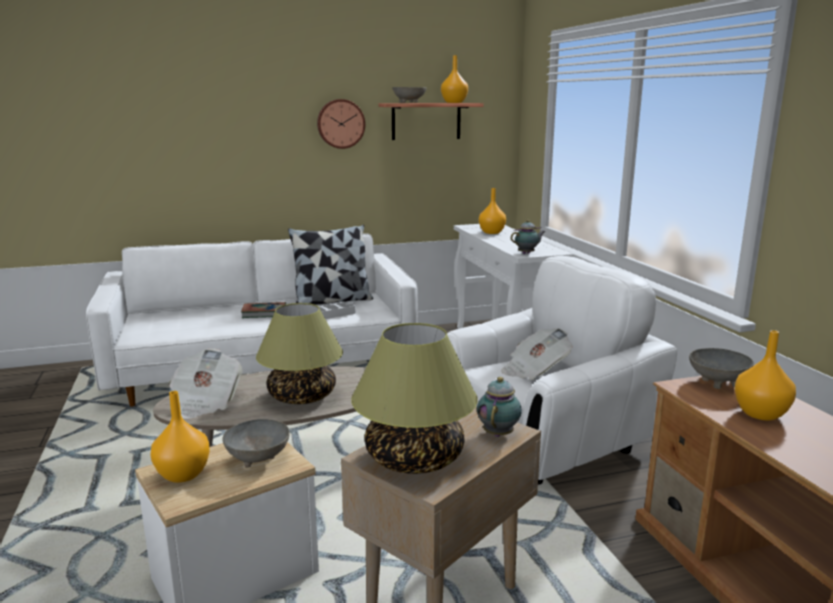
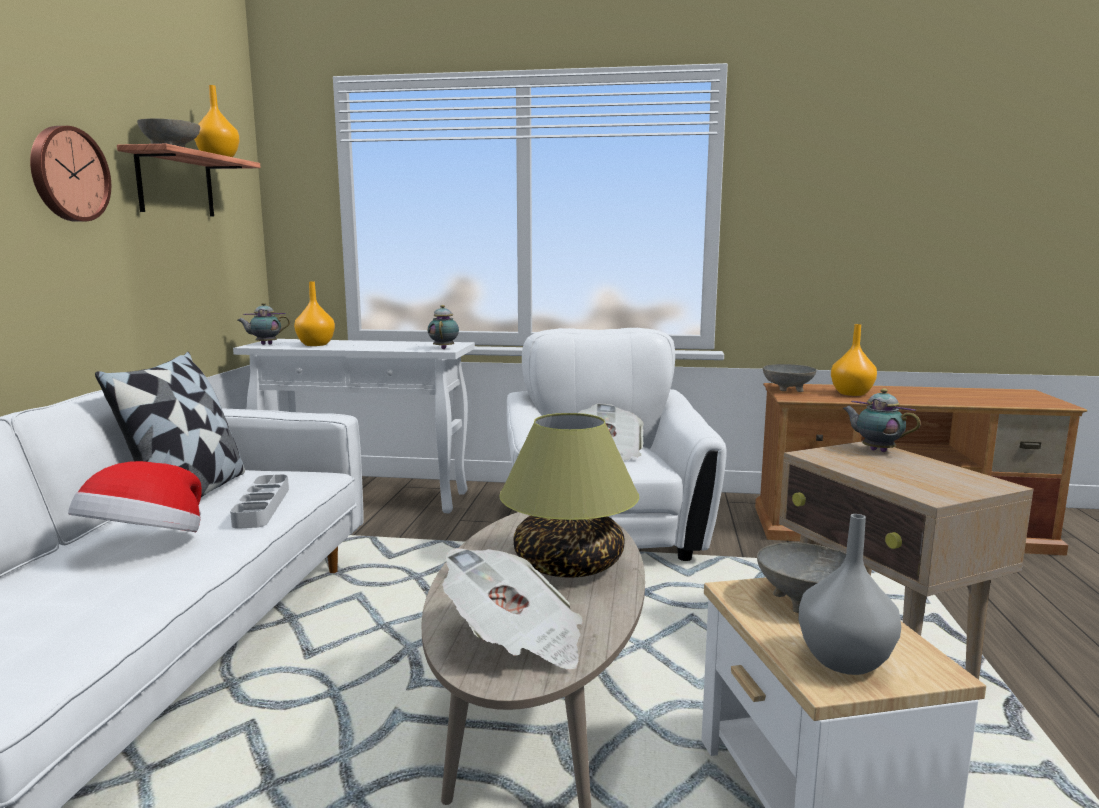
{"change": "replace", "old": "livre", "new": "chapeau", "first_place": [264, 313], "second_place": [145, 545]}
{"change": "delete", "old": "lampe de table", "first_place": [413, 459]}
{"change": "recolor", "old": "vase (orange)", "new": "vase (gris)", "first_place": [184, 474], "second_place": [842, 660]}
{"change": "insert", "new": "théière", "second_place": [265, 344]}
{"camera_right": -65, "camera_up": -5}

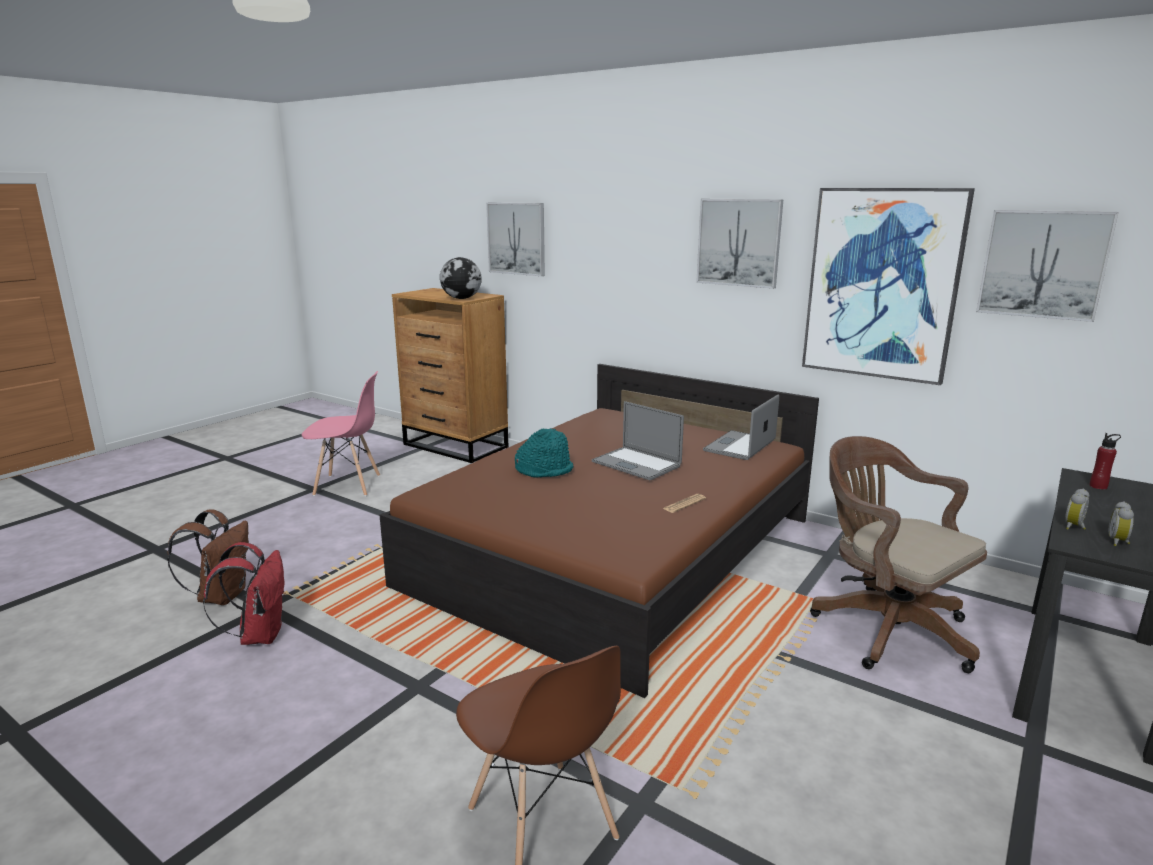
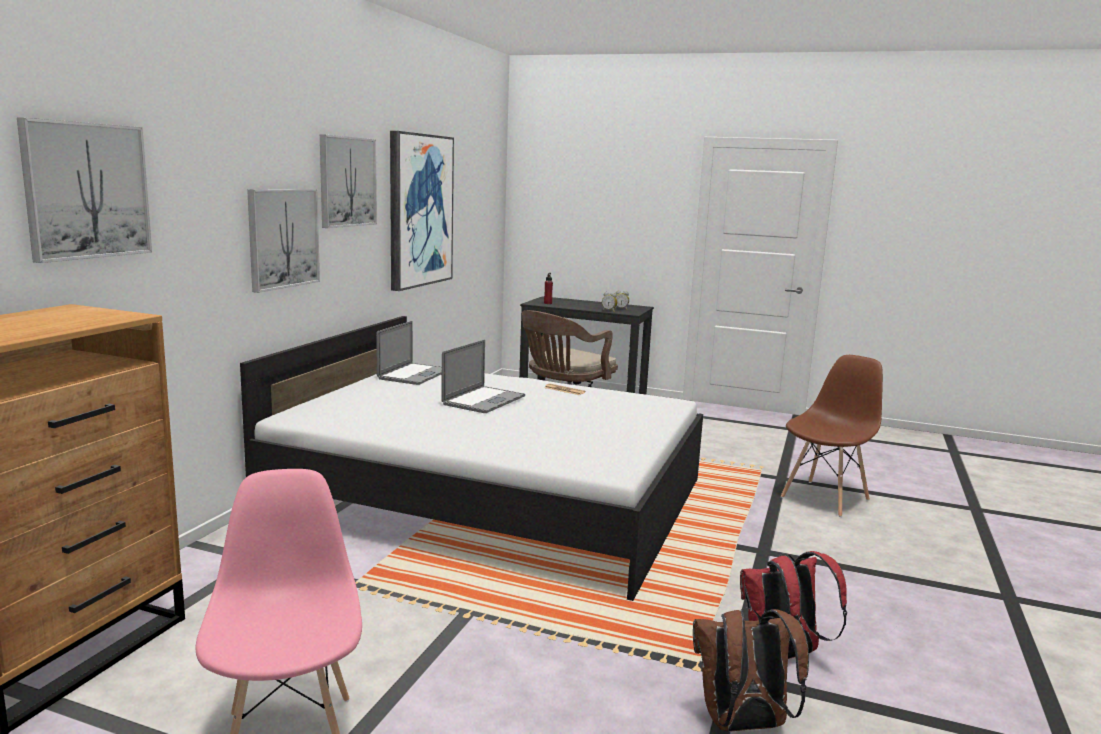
{"change": "move", "old": "tableau", "first_place": [1043, 264], "second_place": [283, 238]}
{"change": "delete", "old": "globe", "first_place": [461, 298]}
{"change": "recolor", "old": "lit (marron)", "new": "lit (blanc)", "first_place": [614, 551], "second_place": [490, 496]}
{"change": "rotate", "old": "ordinateur portable", "first_place": [740, 446], "second_place": [414, 374], "degrees": -90}
{"change": "delete", "old": "chapeau (turquoise)", "first_place": [544, 470]}
{"camera_right": -105, "camera_up": -5}

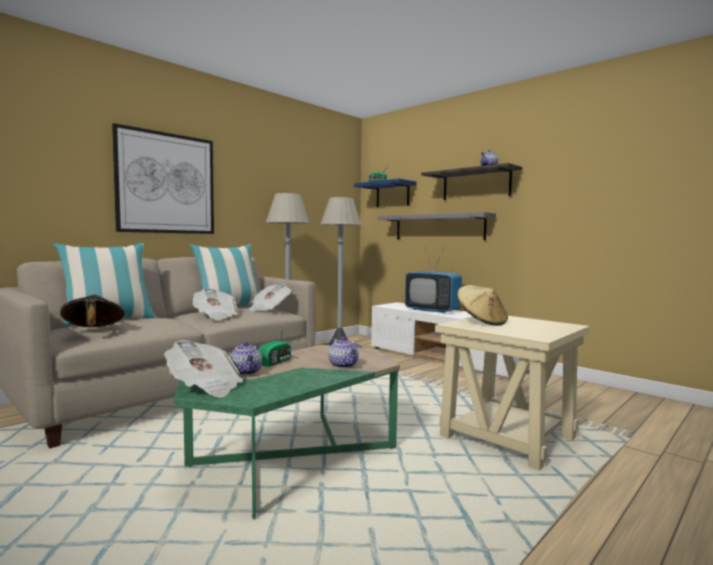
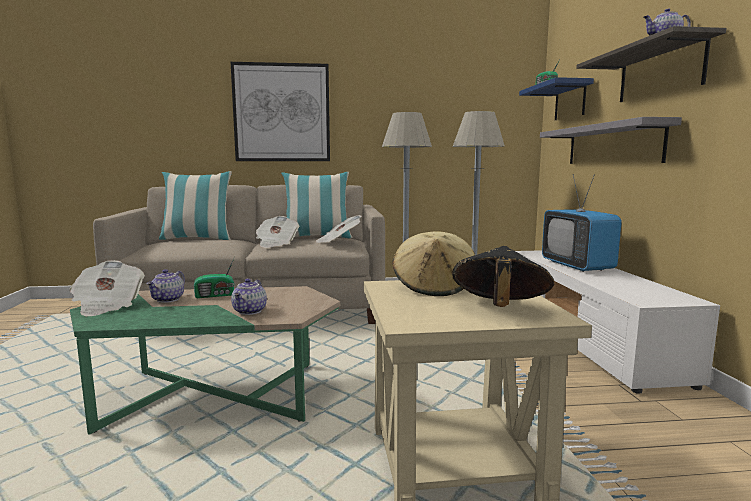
{"change": "move", "old": "chapeau (noir)", "first_place": [93, 330], "second_place": [499, 309]}
{"camera_right": 40, "camera_up": 5}

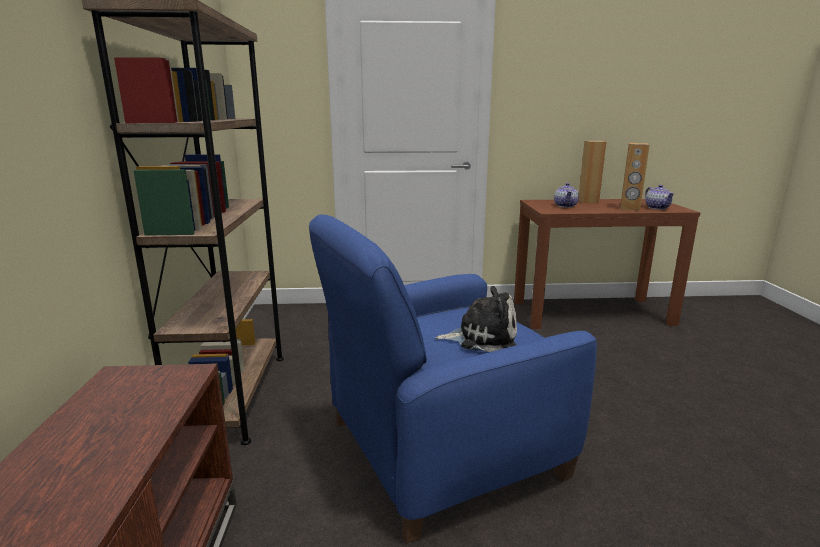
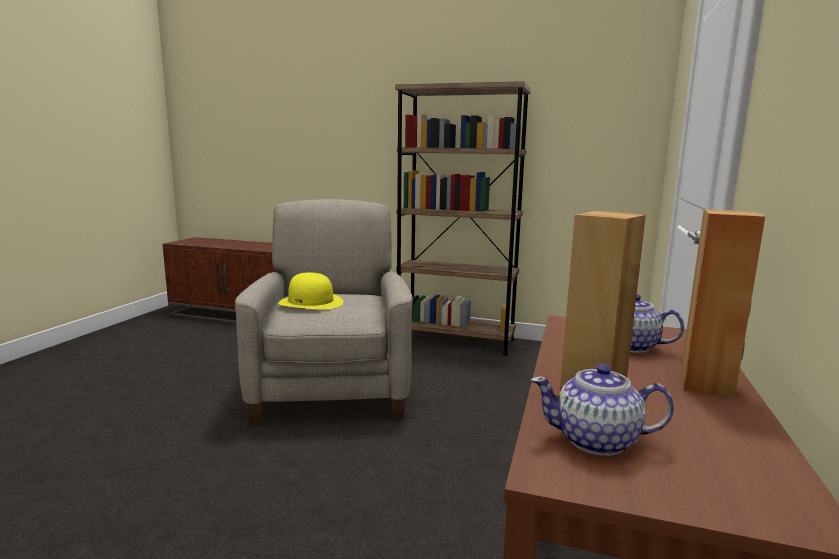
{"change": "recolor", "old": "fauteuil (bleu)", "new": "fauteuil (beige)", "first_place": [441, 449], "second_place": [332, 388]}
{"change": "replace", "old": "peluche", "new": "chapeau (jaune)", "first_place": [482, 337], "second_place": [311, 302]}
{"camera_right": 110, "camera_up": -5}

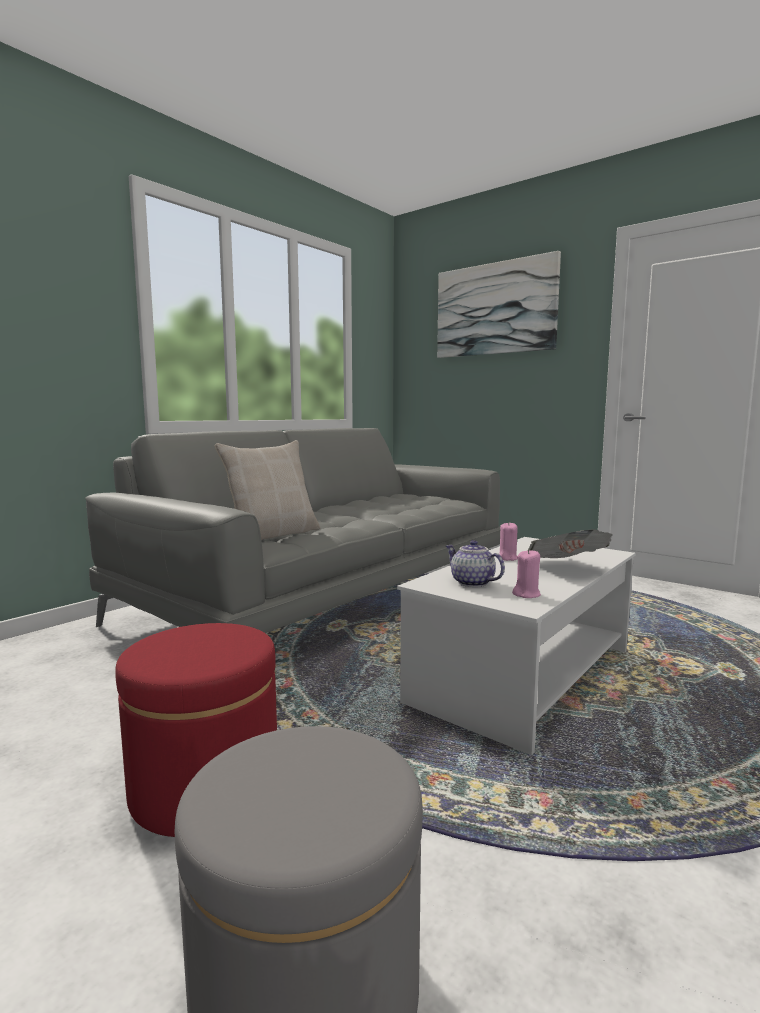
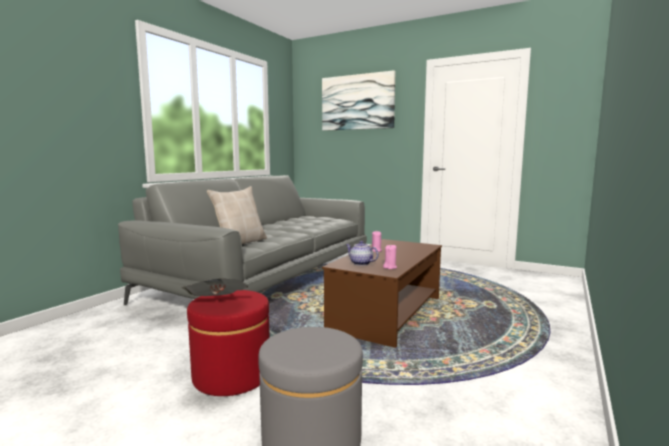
{"change": "move", "old": "journal", "first_place": [566, 568], "second_place": [217, 305]}
{"change": "recolor", "old": "table basse (blanc)", "new": "table basse (marron)", "first_place": [525, 675], "second_place": [387, 313]}
{"camera_right": -10, "camera_up": 0}

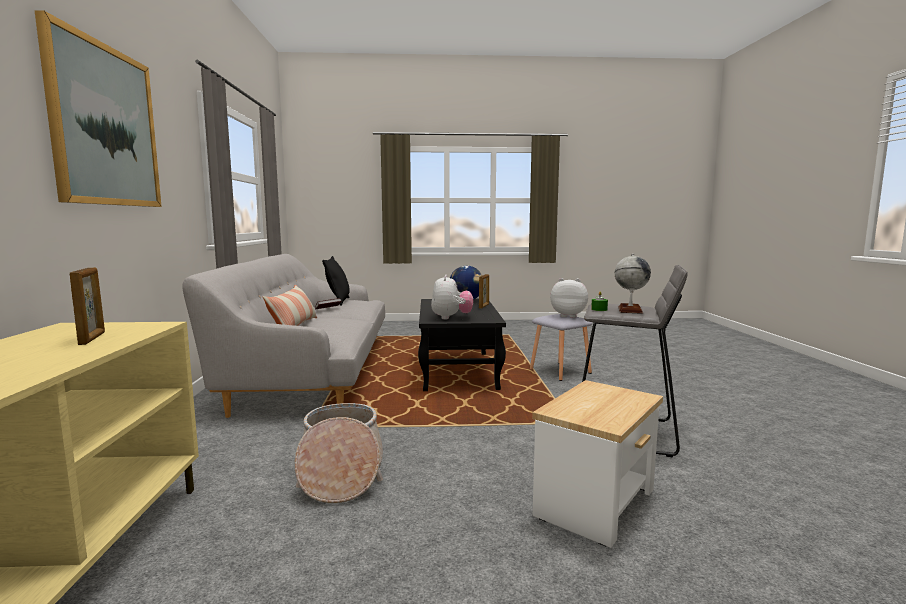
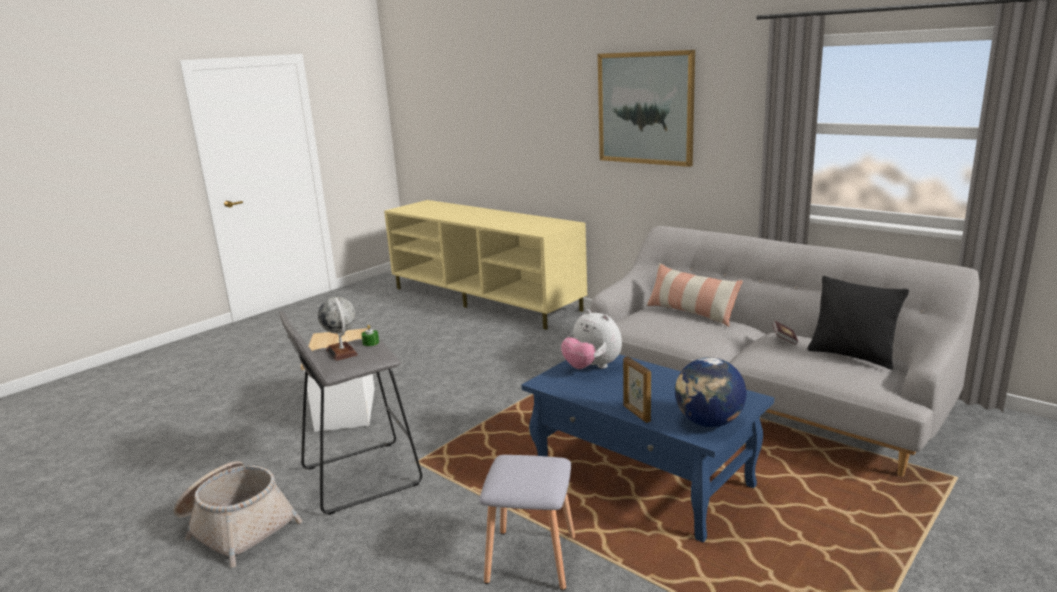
{"change": "delete", "old": "cadre photo", "first_place": [92, 338]}
{"change": "delete", "old": "peluche", "first_place": [568, 316]}
{"change": "recolor", "old": "table basse (noir)", "new": "table basse (bleu)", "first_place": [457, 370], "second_place": [644, 478]}
{"change": "move", "old": "panier", "first_place": [341, 472], "second_place": [236, 526]}
{"camera_right": 135, "camera_up": 10}

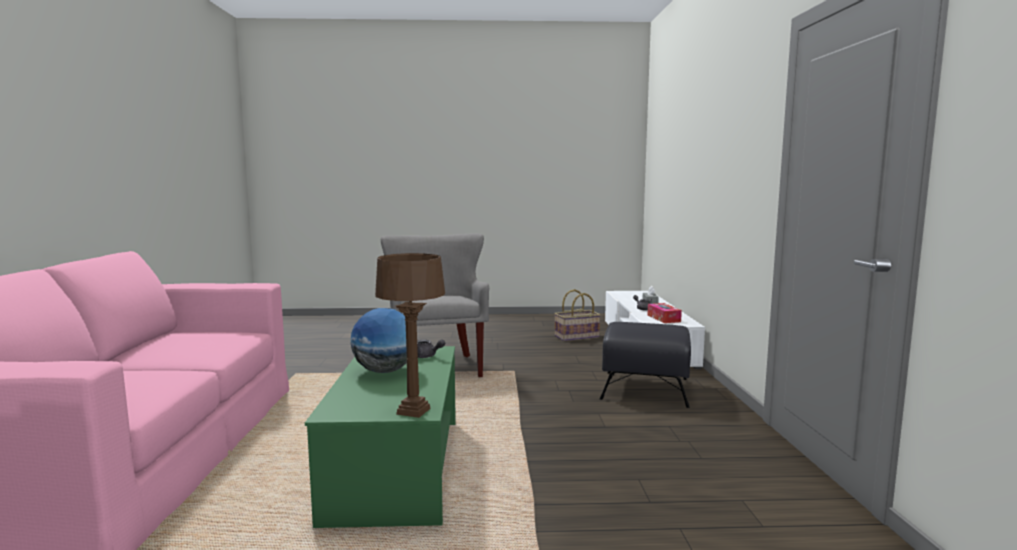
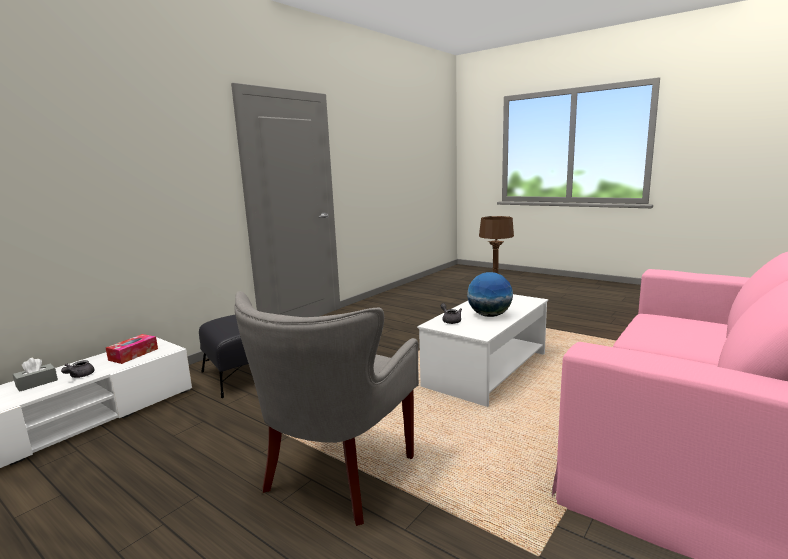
{"change": "delete", "old": "panier", "first_place": [576, 337]}
{"change": "recolor", "old": "table basse (vert)", "new": "table basse (blanc)", "first_place": [397, 467], "second_place": [486, 370]}
{"camera_right": -140, "camera_up": 5}

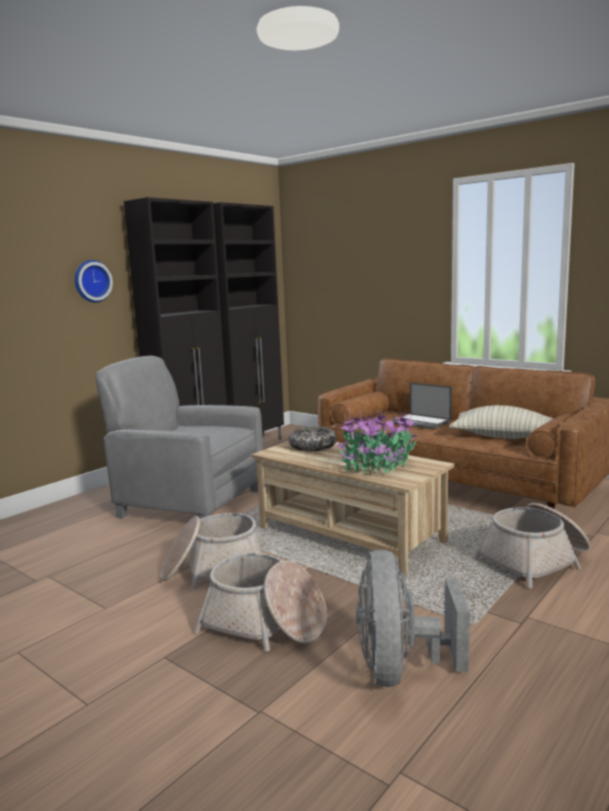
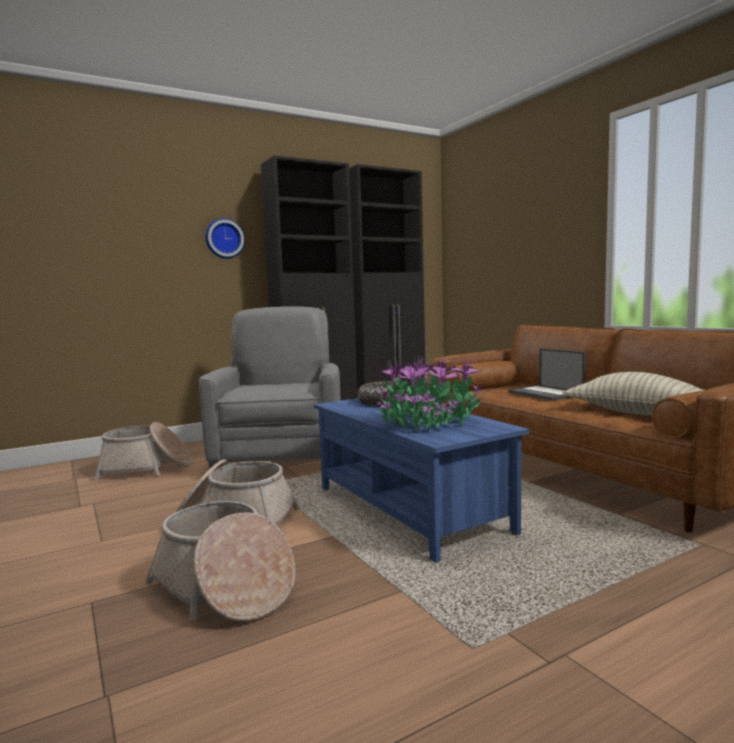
{"change": "rotate", "old": "fauteuil (gris)", "first_place": [189, 503], "second_place": [280, 458], "degrees": 45}
{"change": "recolor", "old": "table basse (beige)", "new": "table basse (bleu)", "first_place": [350, 535], "second_place": [410, 509]}
{"change": "move", "old": "panier", "first_place": [535, 561], "second_place": [146, 469]}
{"change": "delete", "old": "ventilateur (gris)", "first_place": [400, 669]}
{"camera_right": 20, "camera_up": -5}

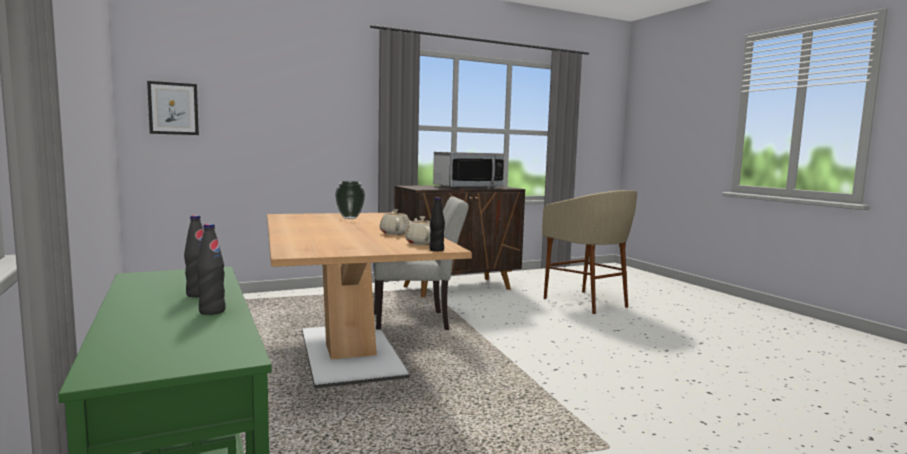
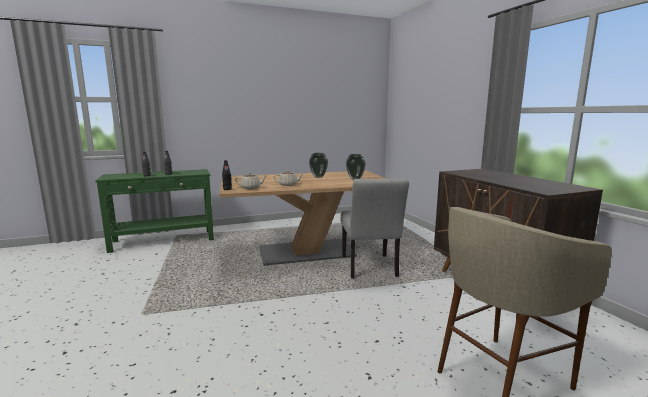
{"change": "delete", "old": "tableau", "first_place": [173, 108]}
{"change": "delete", "old": "micro-ondes", "first_place": [467, 187]}
{"change": "insert", "new": "vase", "second_place": [318, 177]}
{"camera_right": 95, "camera_up": 5}

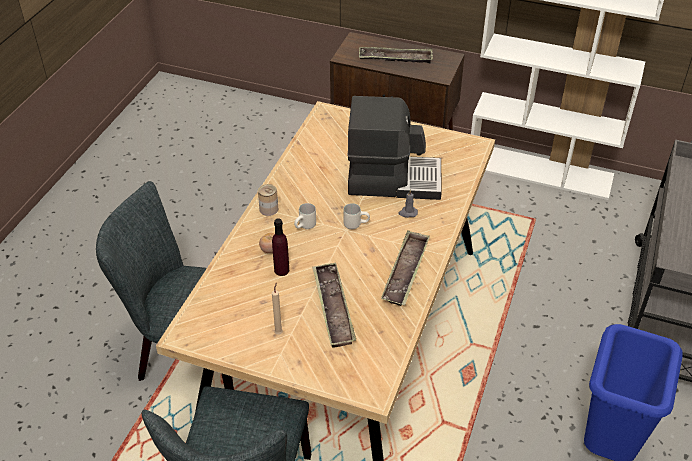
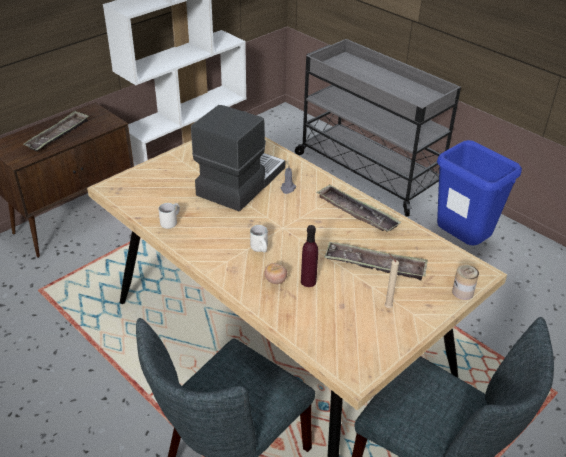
{"change": "move", "old": "boîte métallique", "first_place": [268, 209], "second_place": [462, 292]}
{"change": "move", "old": "mug (blanc)", "first_place": [356, 224], "second_place": [170, 222]}
{"camera_right": -65, "camera_up": -5}

